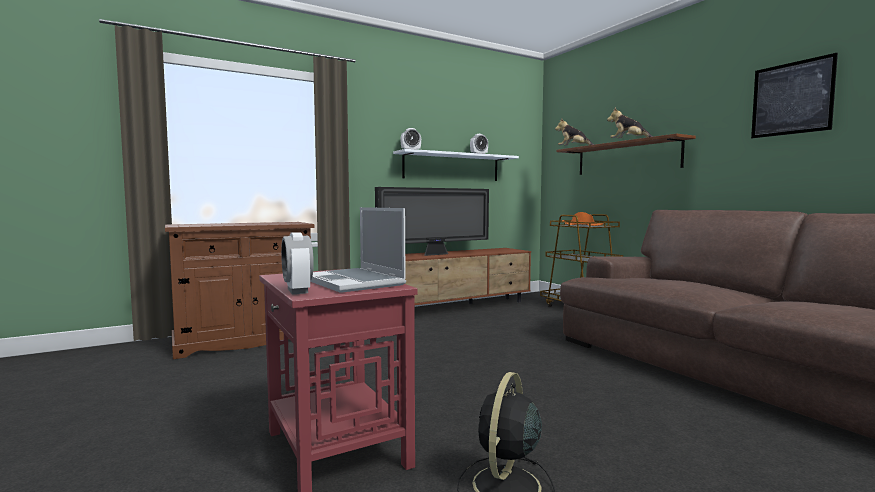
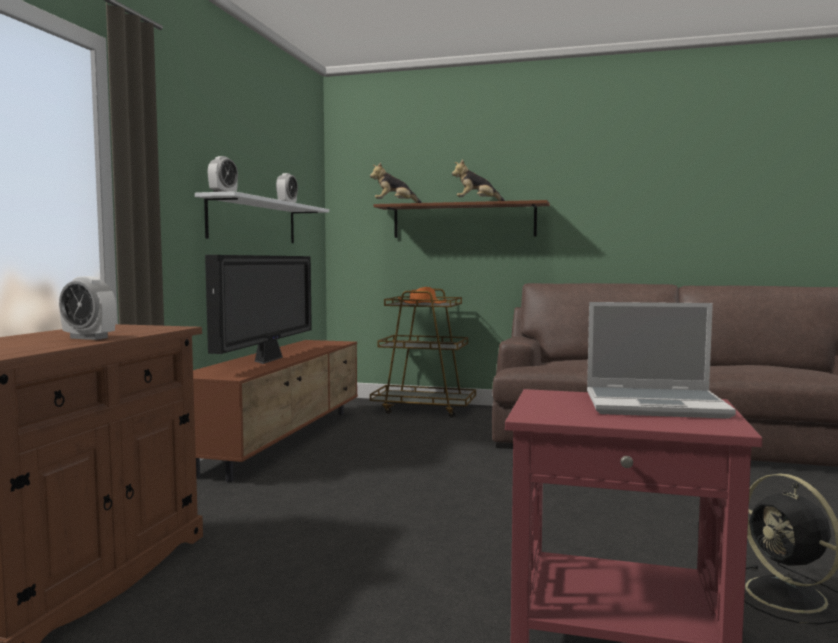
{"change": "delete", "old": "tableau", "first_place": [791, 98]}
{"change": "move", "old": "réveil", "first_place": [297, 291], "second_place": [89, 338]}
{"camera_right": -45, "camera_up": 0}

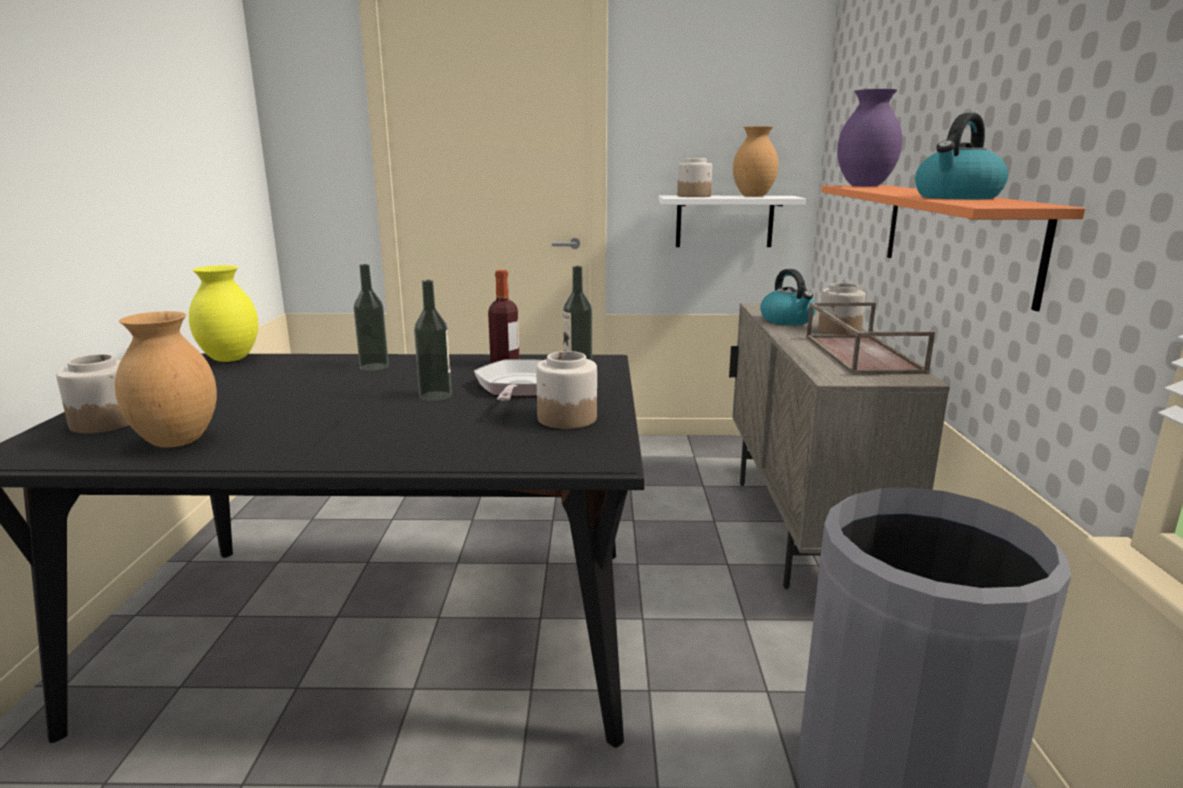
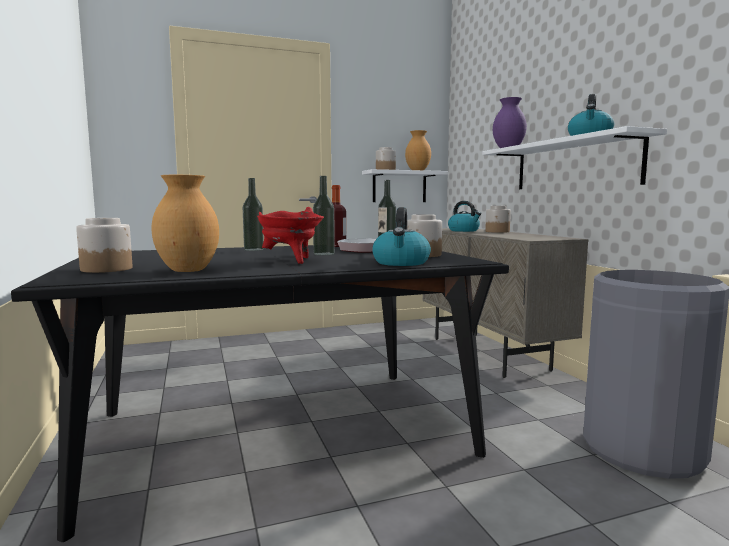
{"change": "recolor", "old": "étagère (orange)", "new": "étagère (blanc)", "first_place": [955, 236], "second_place": [574, 165]}
{"change": "delete", "old": "vase (jaune)", "first_place": [230, 359]}
{"change": "delete", "old": "plateau (marron)", "first_place": [859, 354]}
{"change": "insert", "new": "marmite (rouge)", "second_place": [291, 261]}
{"change": "insert", "new": "bouilloire", "second_place": [401, 263]}
{"camera_right": -20, "camera_up": -10}

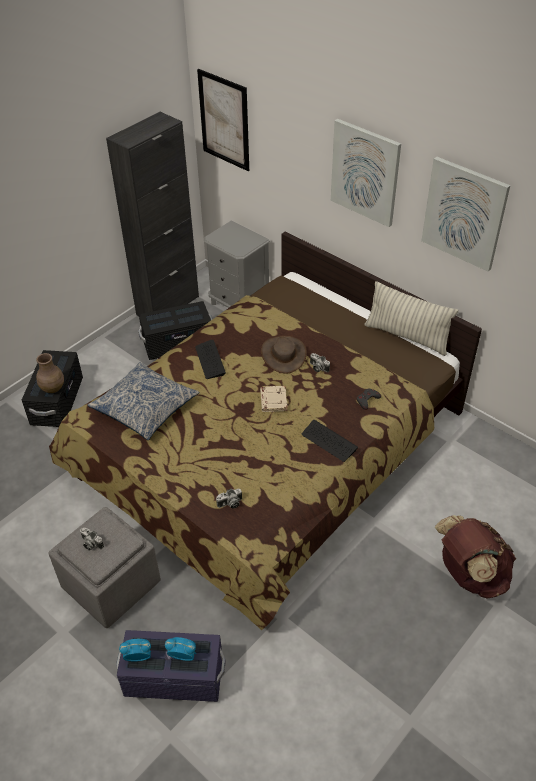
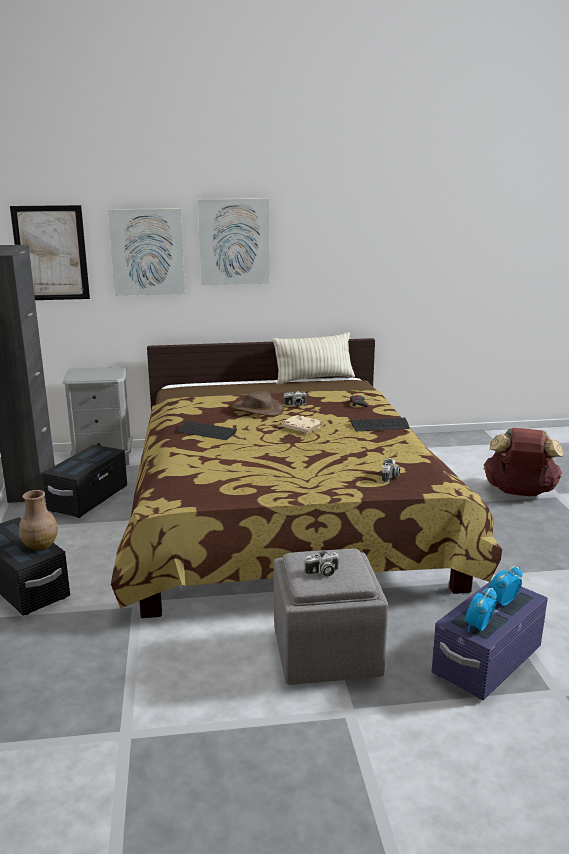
{"change": "move", "old": "tableau", "first_place": [464, 213], "second_place": [147, 252]}
{"change": "delete", "old": "coussin", "first_place": [145, 407]}
{"camera_right": -50, "camera_up": -25}

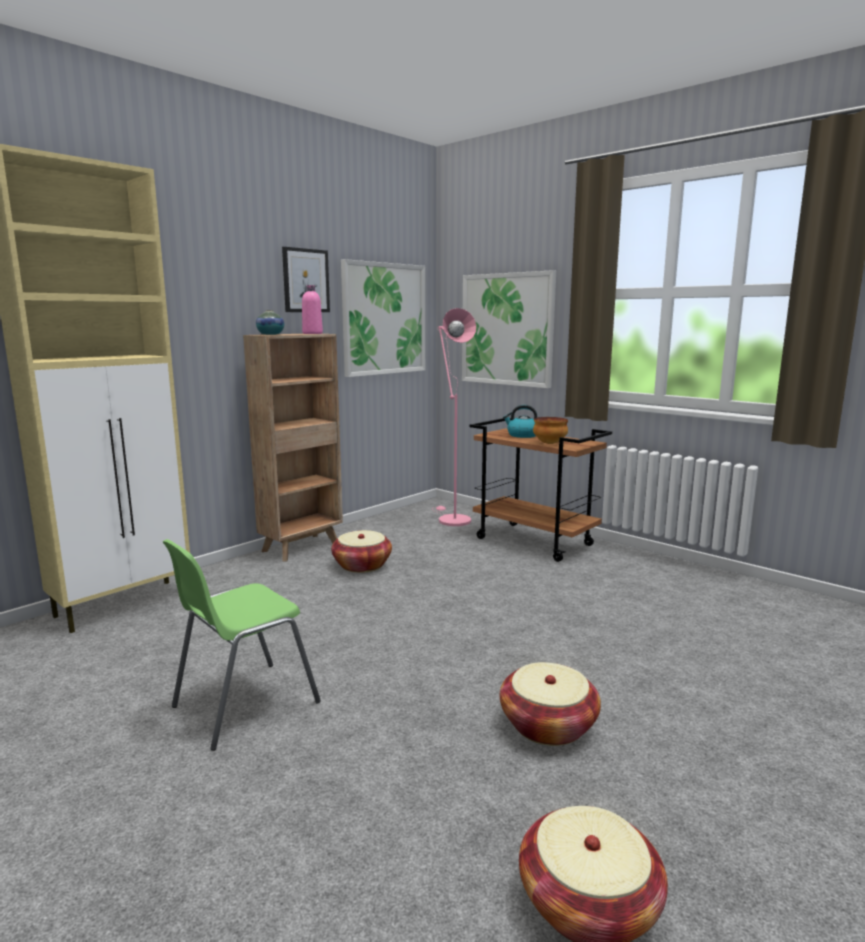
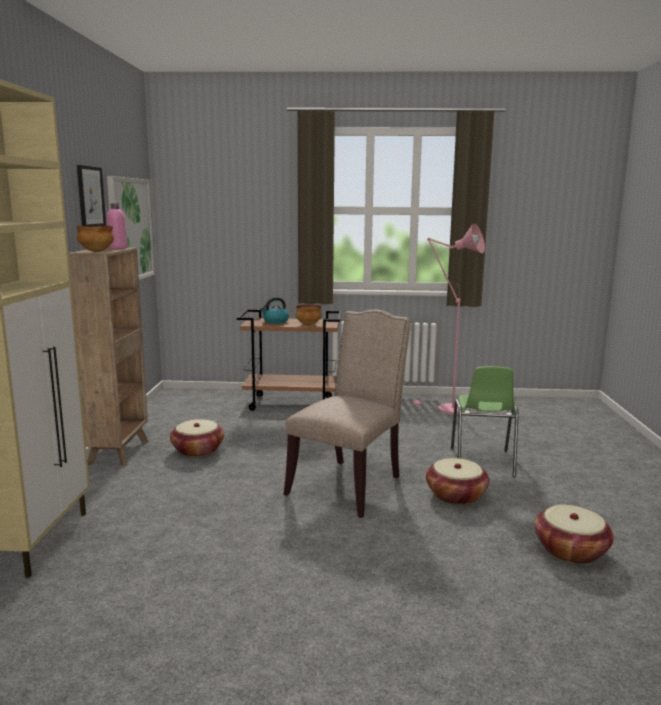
{"change": "delete", "old": "tableau", "first_place": [507, 329]}
{"change": "move", "old": "lampadaire (rose)", "first_place": [451, 519], "second_place": [446, 409]}
{"change": "replace", "old": "vase", "new": "bol", "first_place": [270, 334], "second_place": [96, 251]}
{"change": "move", "old": "chaise (vert)", "first_place": [244, 704], "second_place": [482, 462]}
{"change": "insert", "new": "chaise (beige)", "second_place": [349, 484]}
{"camera_right": -40, "camera_up": 0}

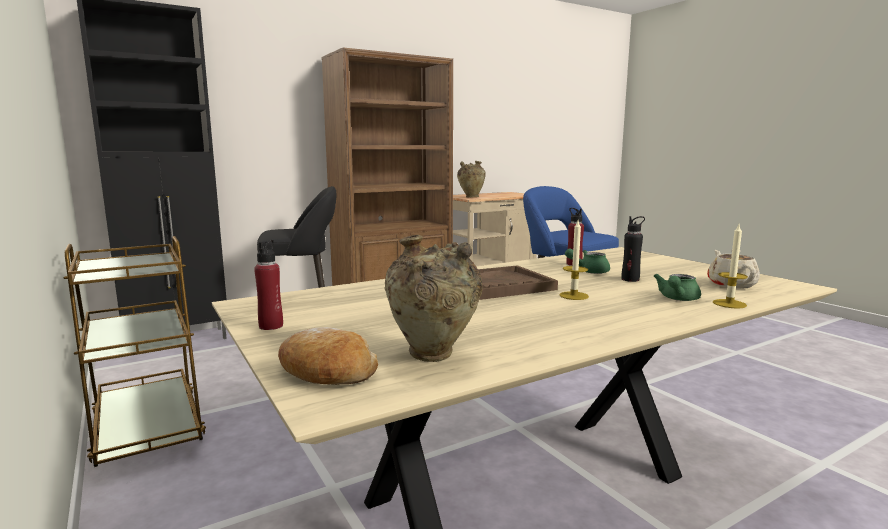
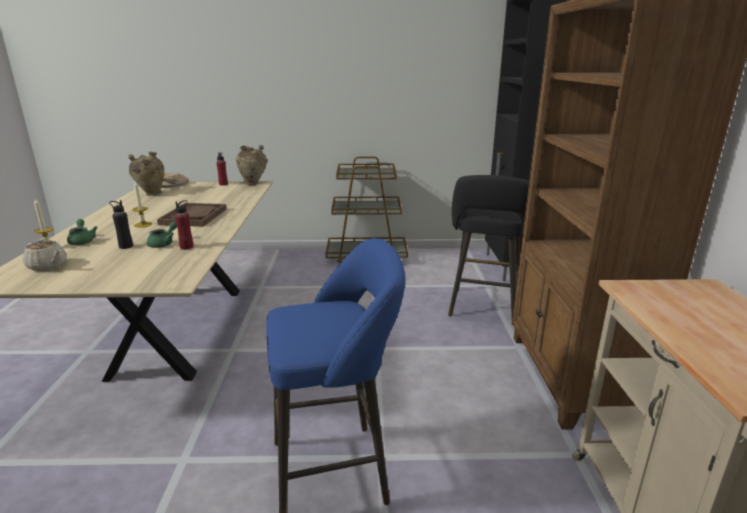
{"change": "move", "old": "vase (beige)", "first_place": [471, 197], "second_place": [253, 184]}
{"camera_right": 120, "camera_up": 10}

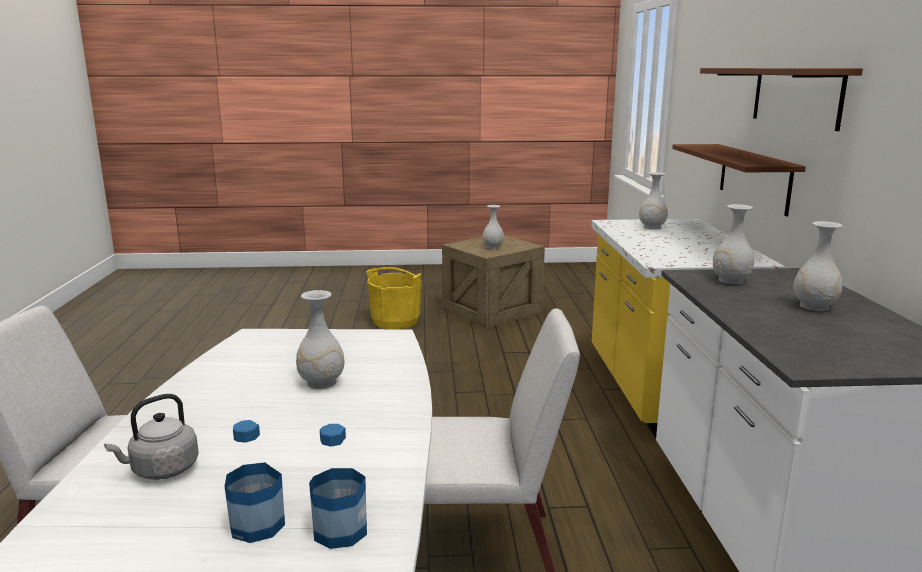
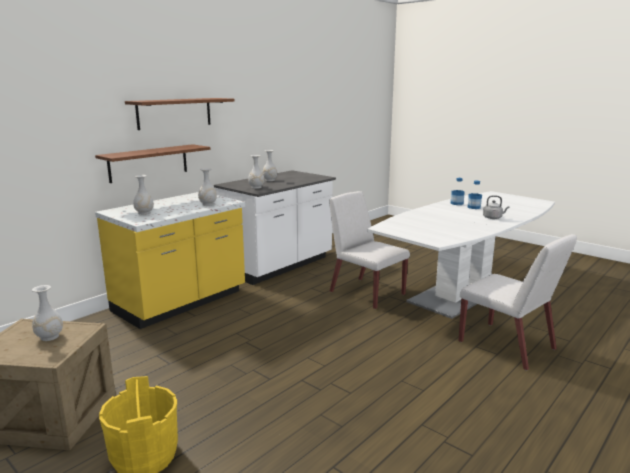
{"change": "move", "old": "vase (blanc)", "first_place": [321, 382], "second_place": [208, 204]}
{"camera_right": -135, "camera_up": 0}

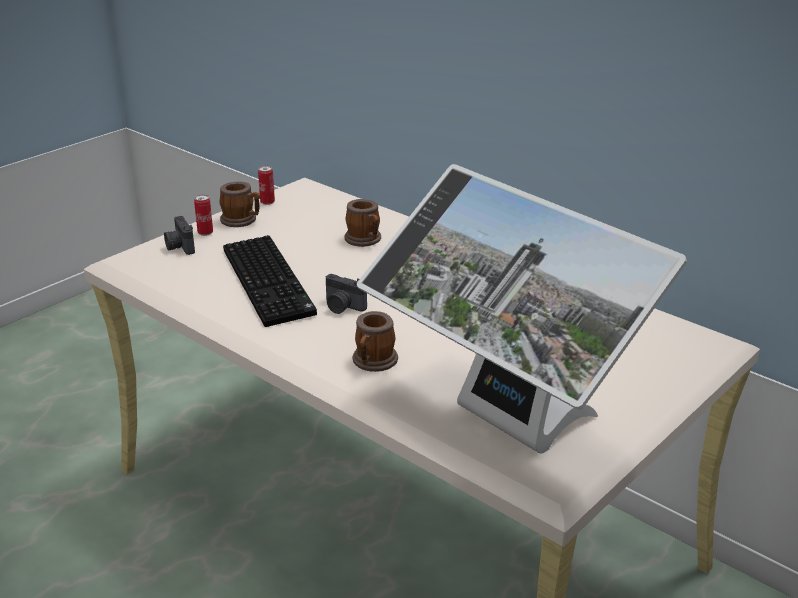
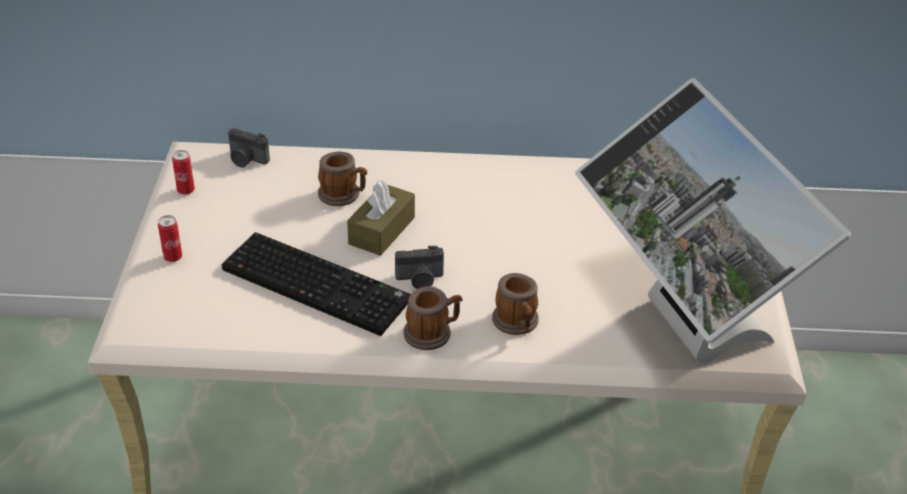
{"change": "rotate", "old": "écran d'ordinateur", "first_place": [504, 427], "second_place": [681, 330], "degrees": 60}
{"change": "move", "old": "mug", "first_place": [242, 220], "second_place": [432, 333]}
{"change": "move", "old": "appareil photo", "first_place": [179, 247], "second_place": [246, 160]}
{"change": "insert", "new": "boîte à mouchoirs (marron)", "second_place": [382, 231]}
{"camera_right": -40, "camera_up": 10}

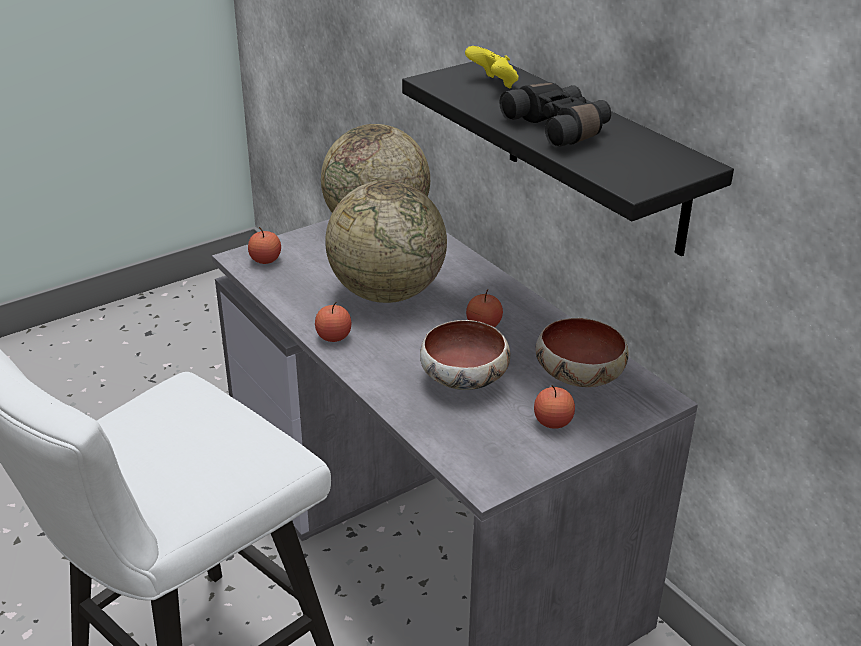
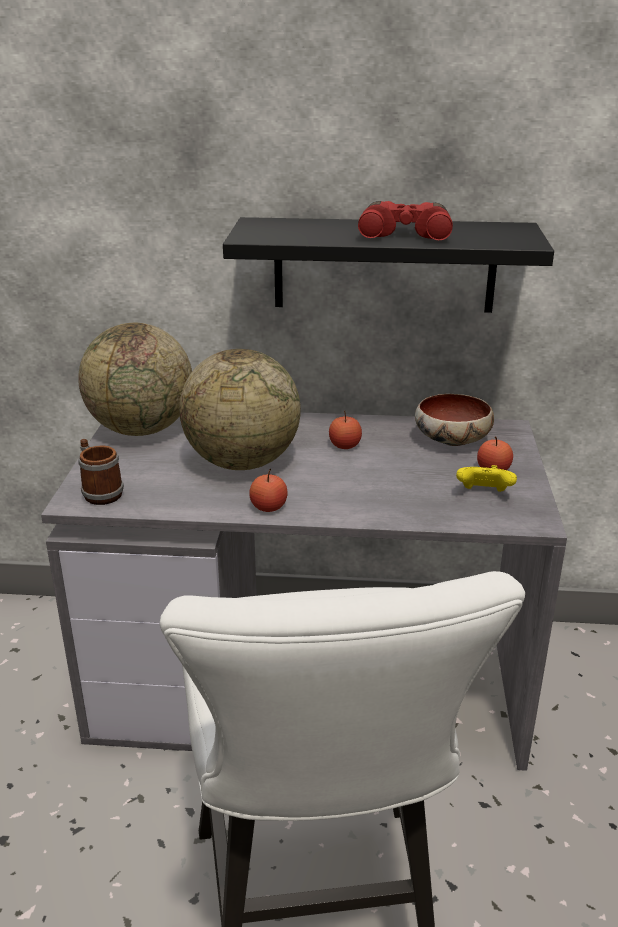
{"change": "move", "old": "manette (jaune)", "first_place": [493, 84], "second_place": [483, 494]}
{"change": "recolor", "old": "jumelles (noir)", "new": "jumelles (rouge)", "first_place": [559, 128], "second_place": [405, 234]}
{"change": "replace", "old": "pomme", "new": "mug", "first_place": [265, 260], "second_place": [99, 492]}
{"change": "delete", "old": "bol", "first_place": [464, 380]}
{"camera_right": -50, "camera_up": -5}

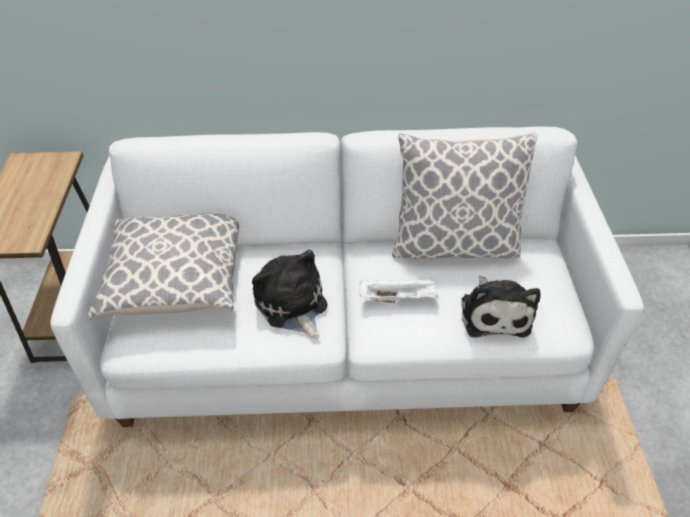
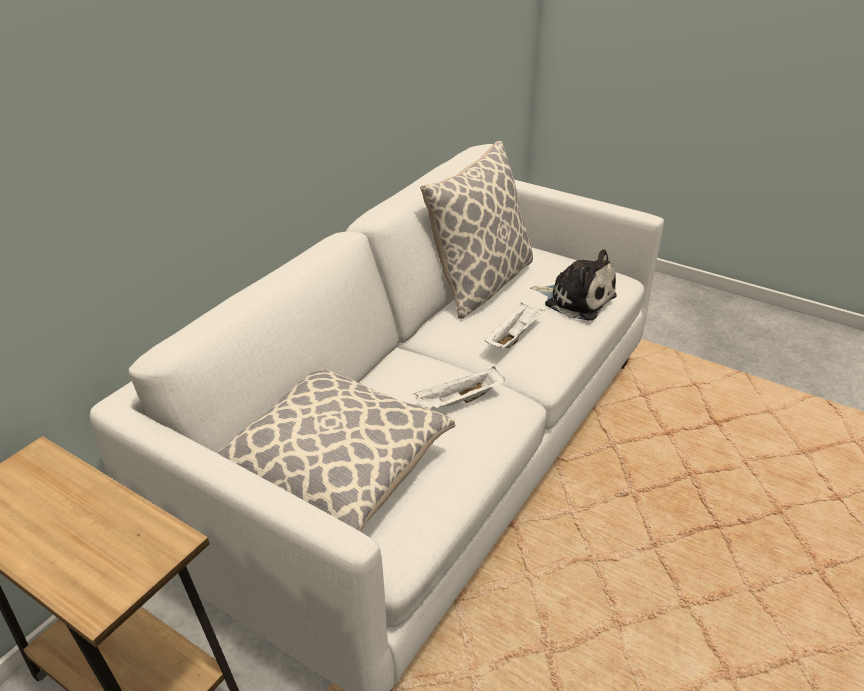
{"change": "replace", "old": "peluche", "new": "plateau (blanc)", "first_place": [292, 305], "second_place": [459, 402]}
{"camera_right": -55, "camera_up": -10}

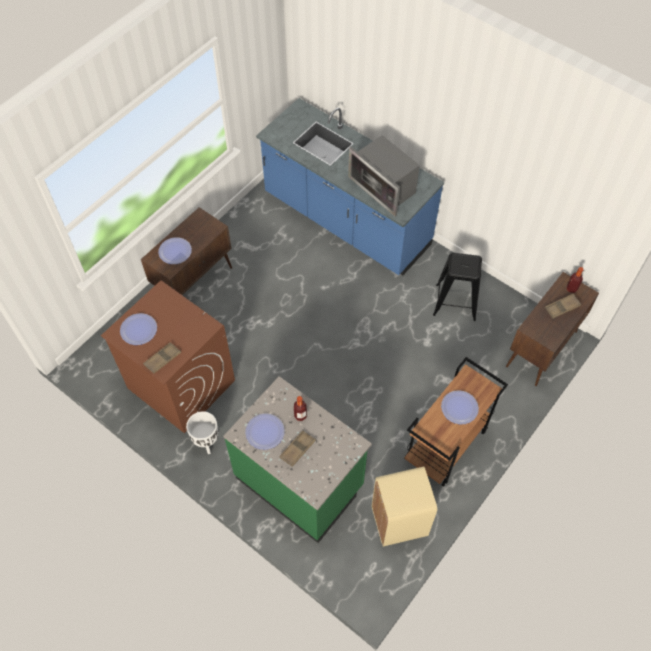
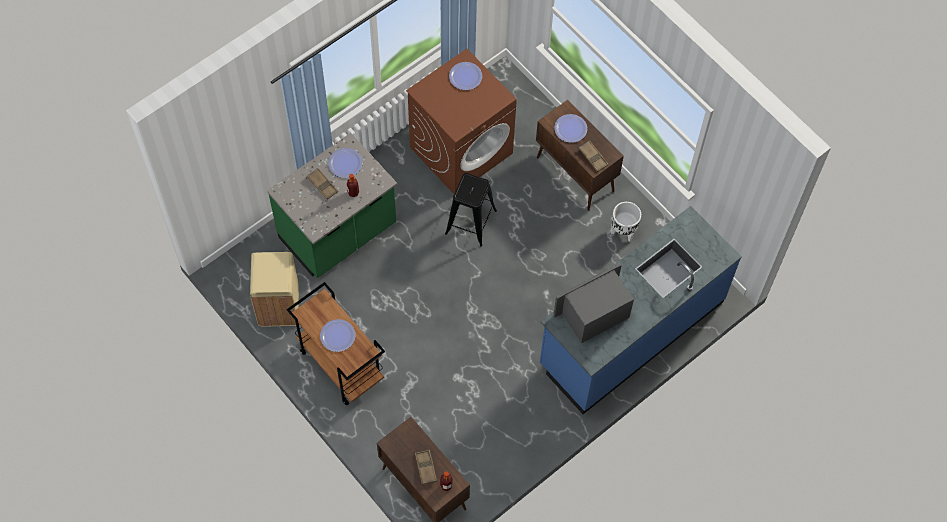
{"change": "move", "old": "tabouret (noir)", "first_place": [455, 302], "second_place": [470, 222]}
{"change": "move", "old": "plateau (marron)", "first_place": [162, 359], "second_place": [593, 157]}
{"change": "move", "old": "cache-pot (blanc)", "first_place": [207, 442], "second_place": [623, 232]}
{"camera_right": 100, "camera_up": 5}

